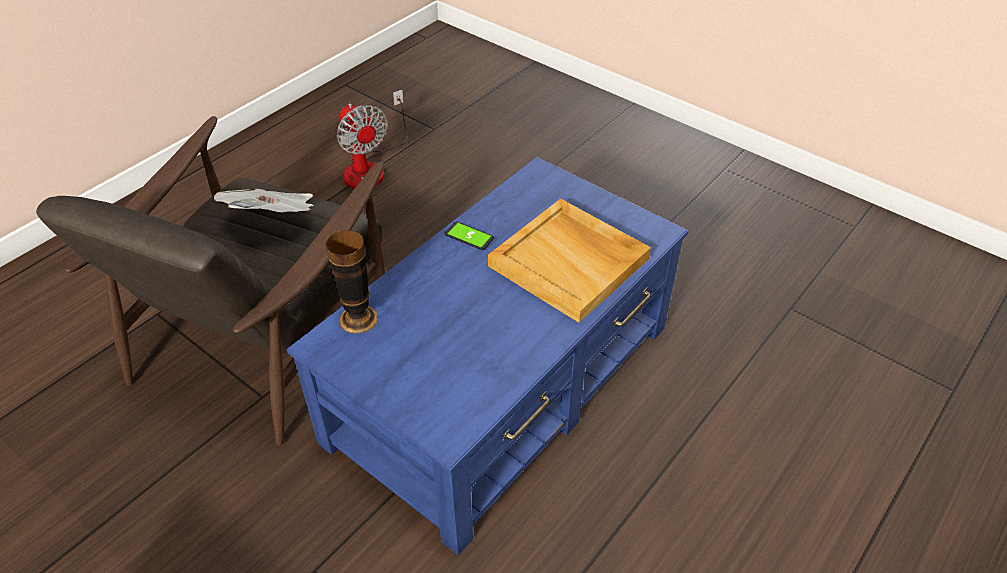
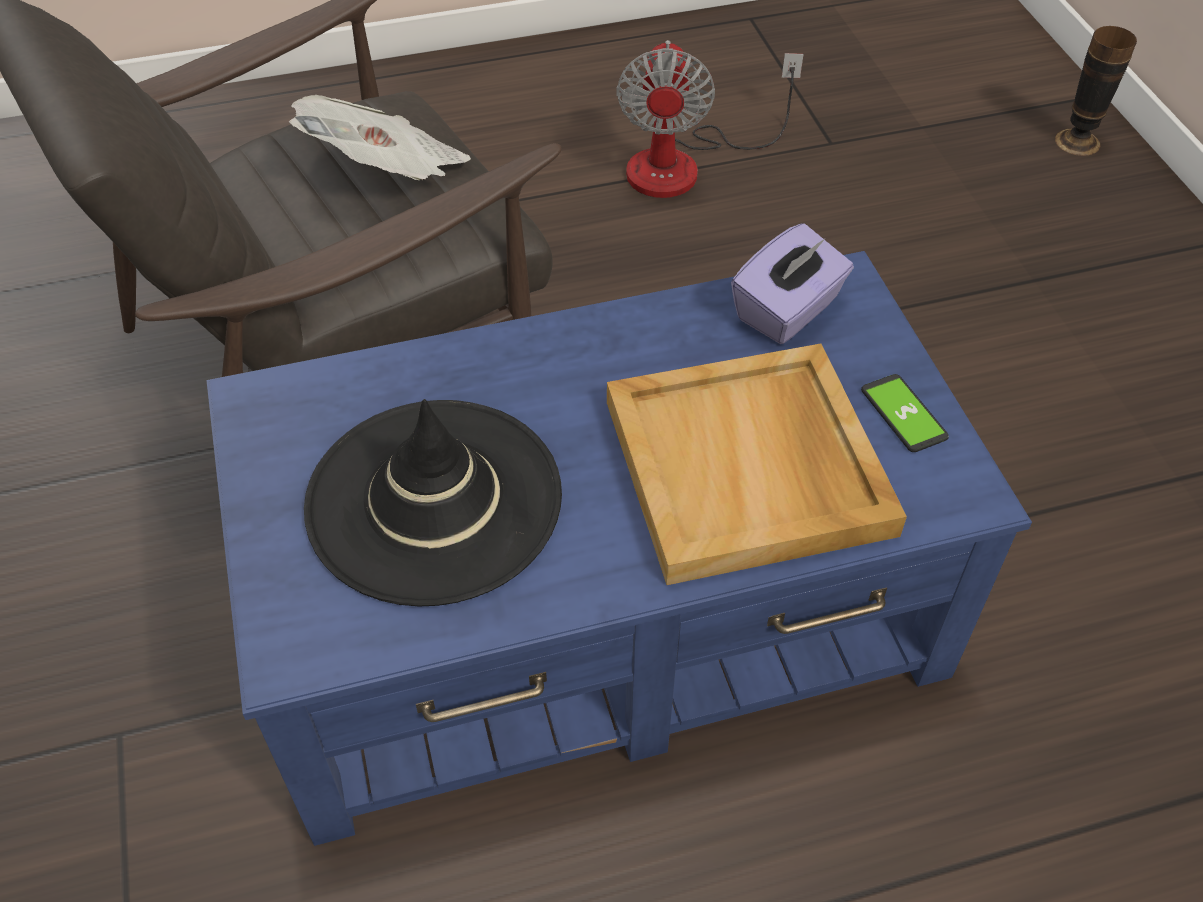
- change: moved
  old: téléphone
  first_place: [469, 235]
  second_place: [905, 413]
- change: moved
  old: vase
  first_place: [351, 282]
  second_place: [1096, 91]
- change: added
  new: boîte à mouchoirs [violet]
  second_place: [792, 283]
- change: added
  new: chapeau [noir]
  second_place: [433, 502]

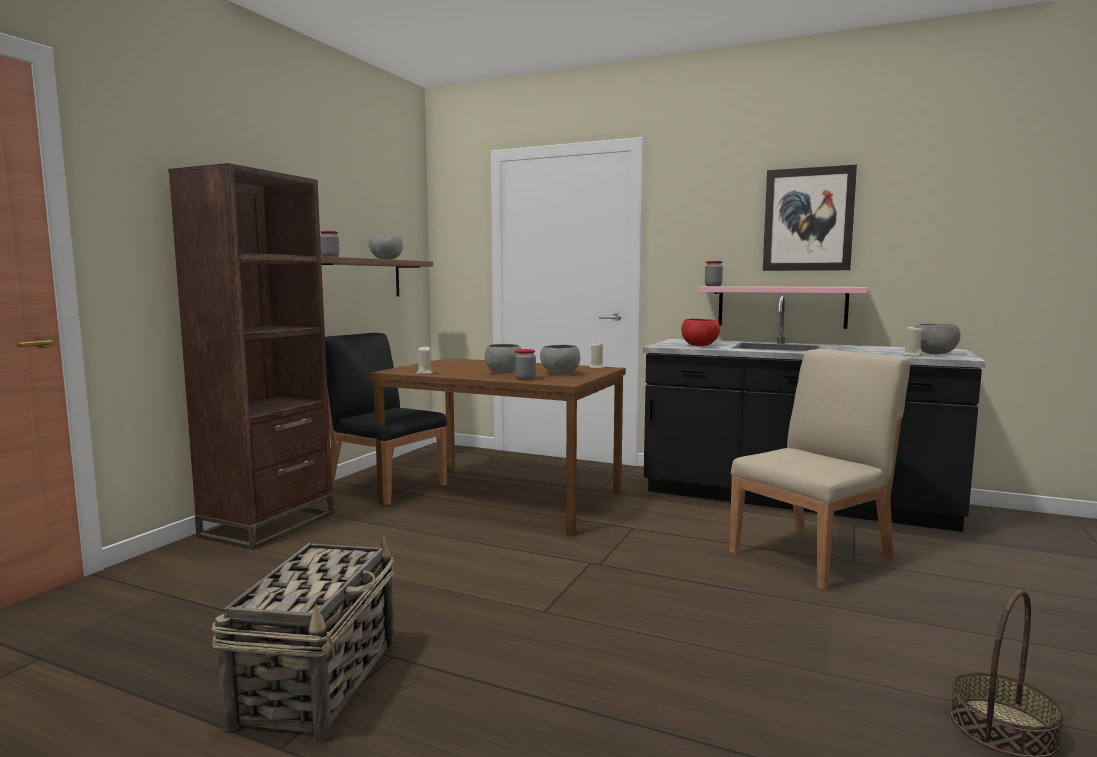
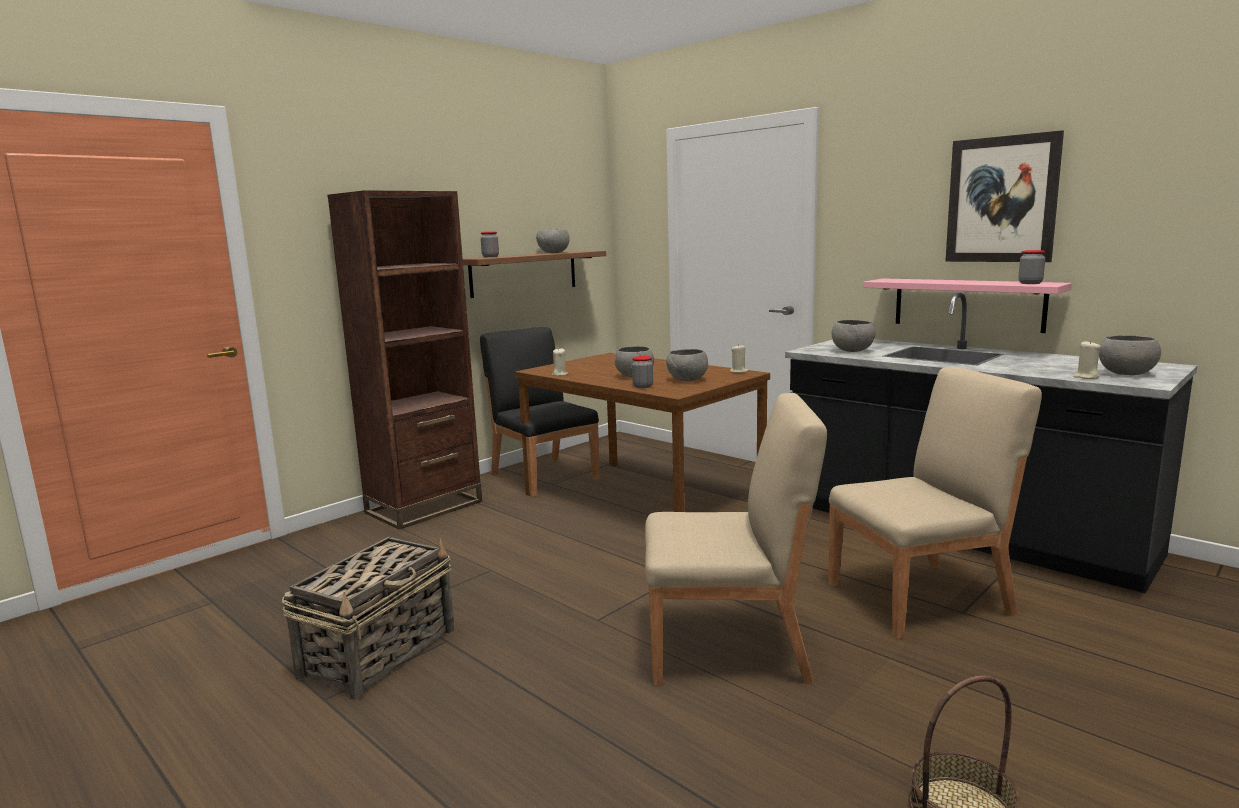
- change: moved
  old: bocal
  first_place: [714, 273]
  second_place: [1031, 267]
- change: recoloured
  old: bol [rouge]
  new: bol [gris]
  first_place: [700, 332]
  second_place: [853, 336]
- change: added
  new: chaise [beige]
  second_place: [736, 539]

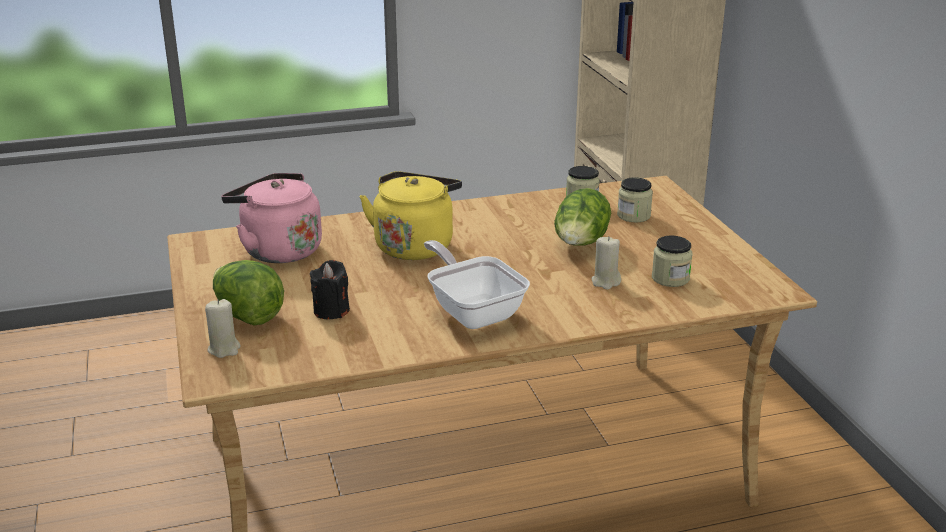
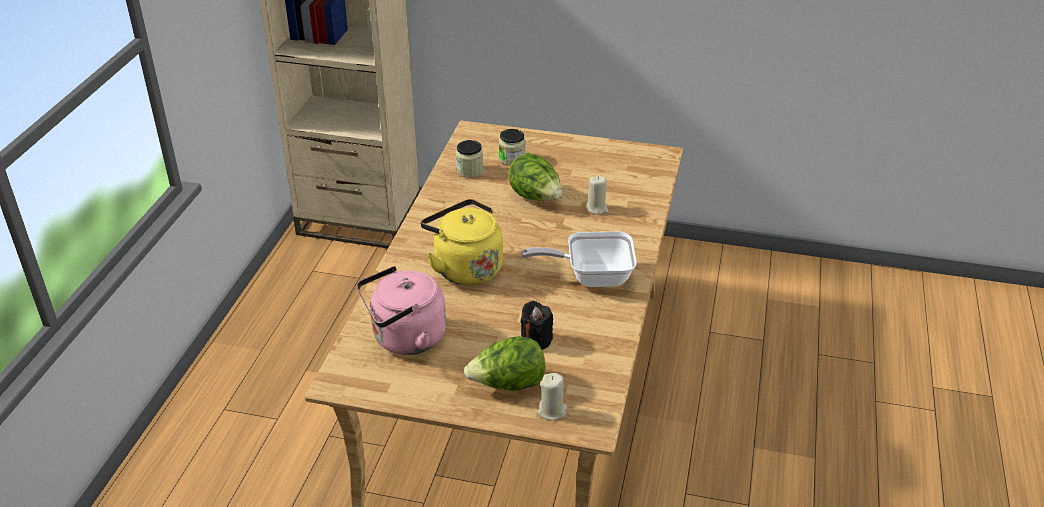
- change: removed
  old: bocal
  first_place: [672, 261]

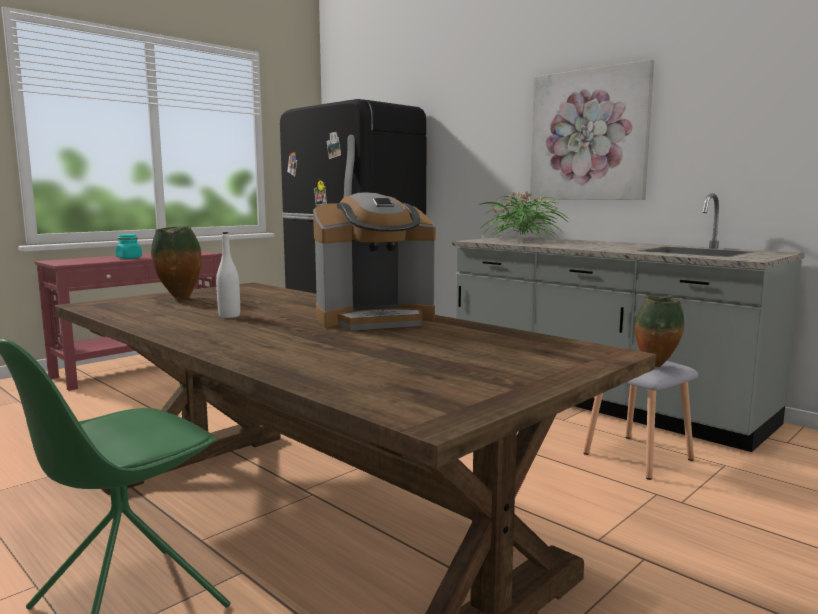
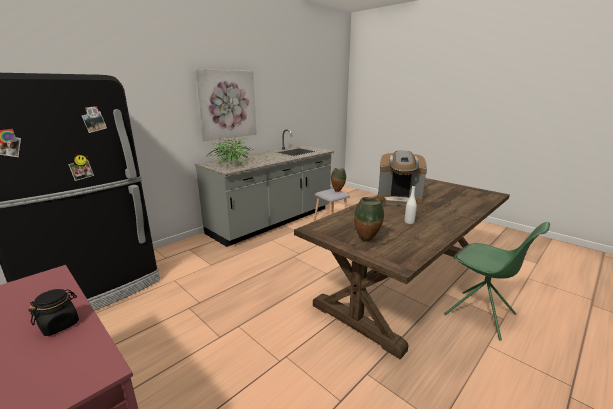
- change: turned
  old: machine à café
  first_place: [374, 262]
  second_place: [402, 178]
  degrees: 120
- change: recoloured
  old: bocal [turquoise]
  new: bocal [noir]
  first_place: [129, 246]
  second_place: [53, 312]

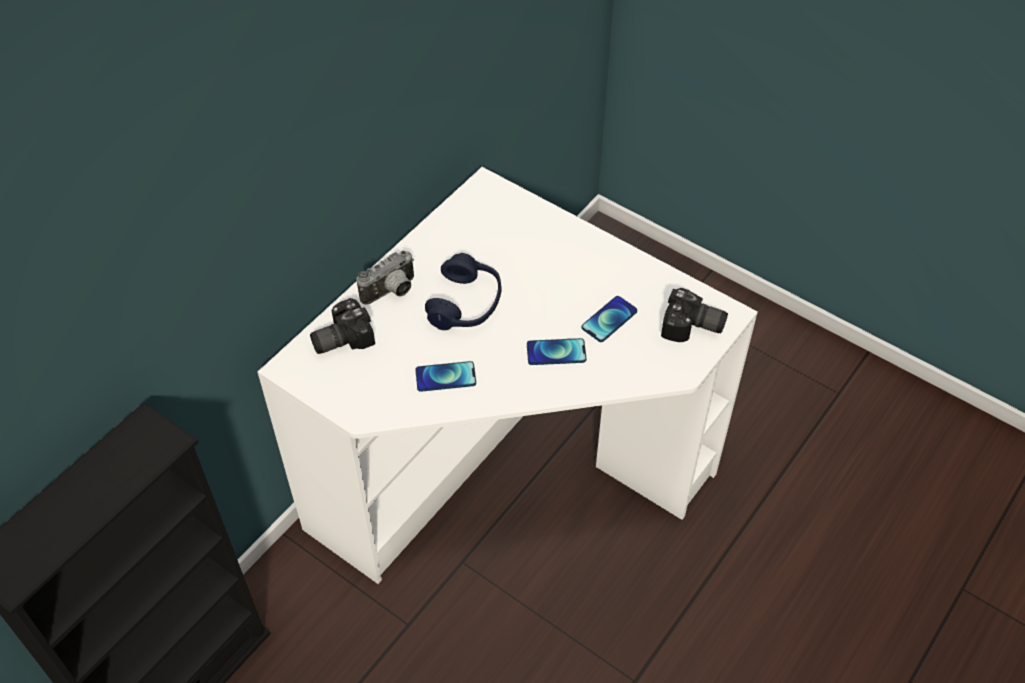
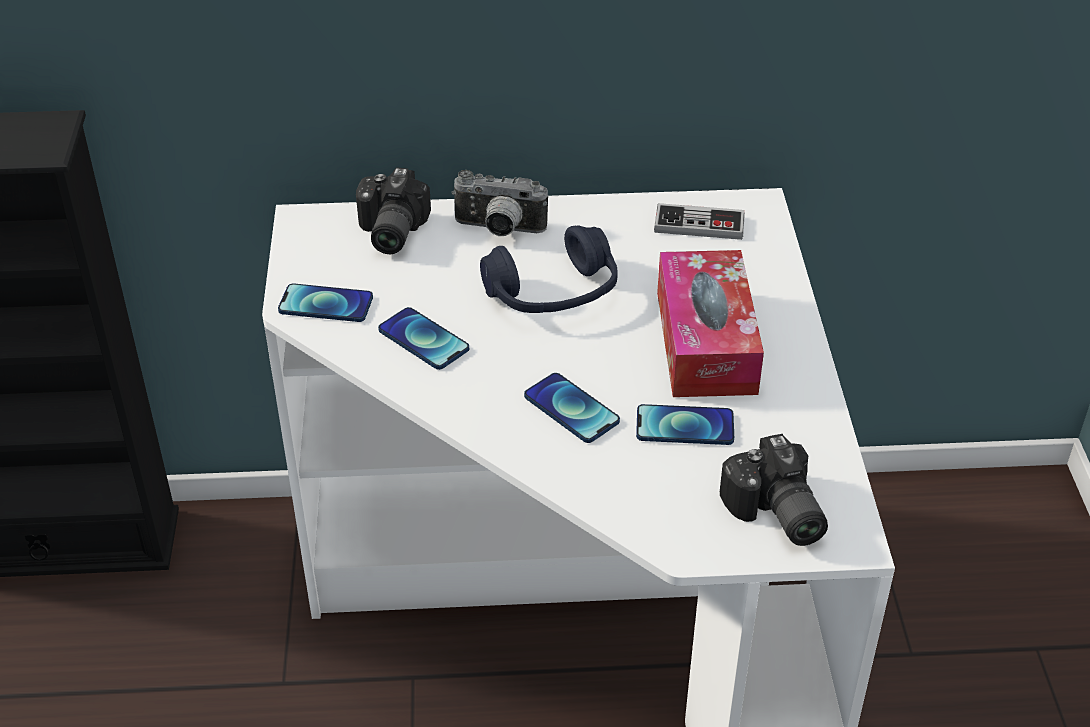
- change: turned
  old: appareil photo
  first_place: [342, 326]
  second_place: [393, 210]
  degrees: -105
- change: added
  new: manette
  second_place: [699, 221]
- change: added
  new: boîte à mouchoirs
  second_place: [710, 323]
- change: added
  new: téléphone
  second_place: [325, 302]

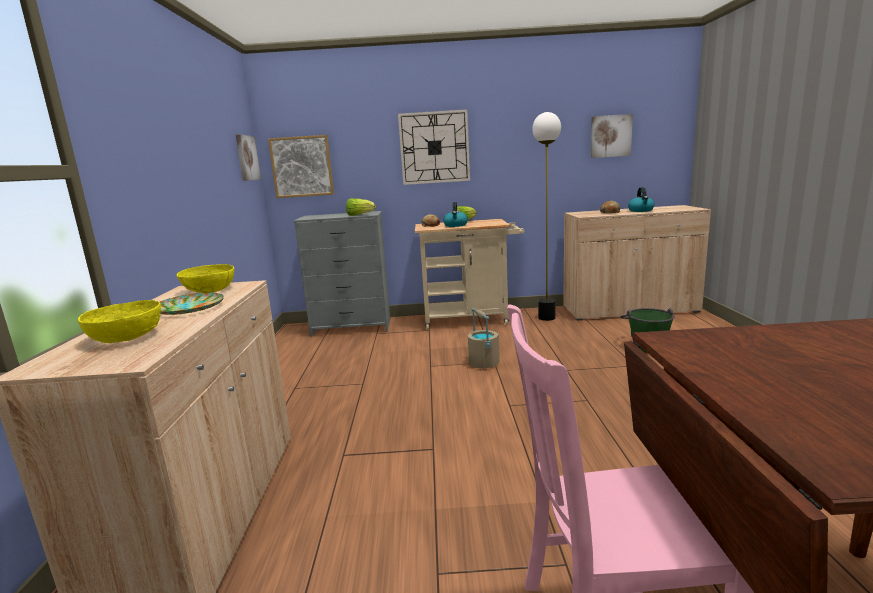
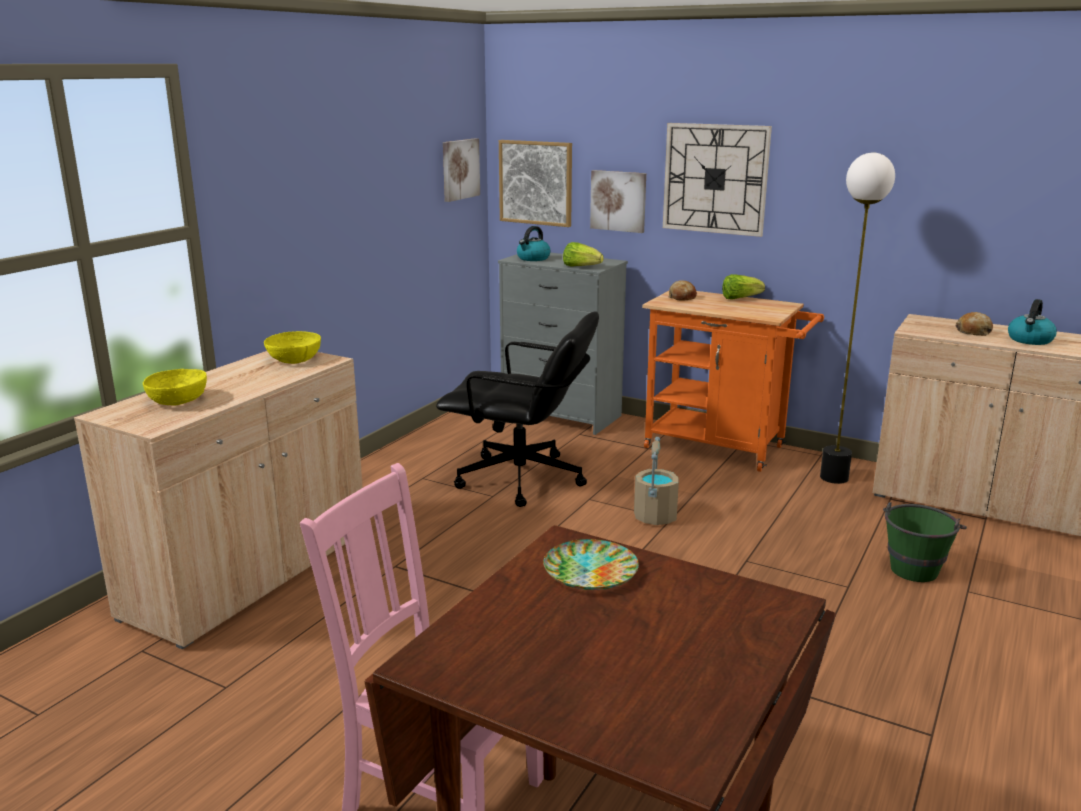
- change: moved
  old: tableau
  first_place: [612, 136]
  second_place: [618, 201]
- change: moved
  old: bouilloire
  first_place: [455, 214]
  second_place: [534, 243]
- change: recoloured
  old: chariot [beige]
  new: chariot [orange]
  first_place: [469, 274]
  second_place: [733, 381]
- change: moved
  old: assiette
  first_place: [192, 304]
  second_place: [591, 564]
- change: added
  new: chaise de bureau [noir]
  second_place: [517, 409]

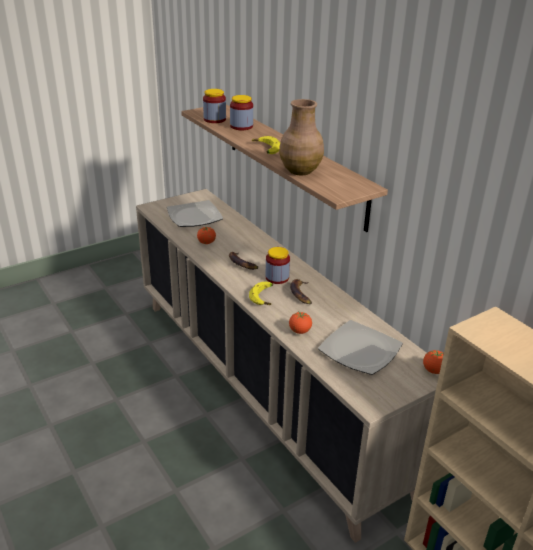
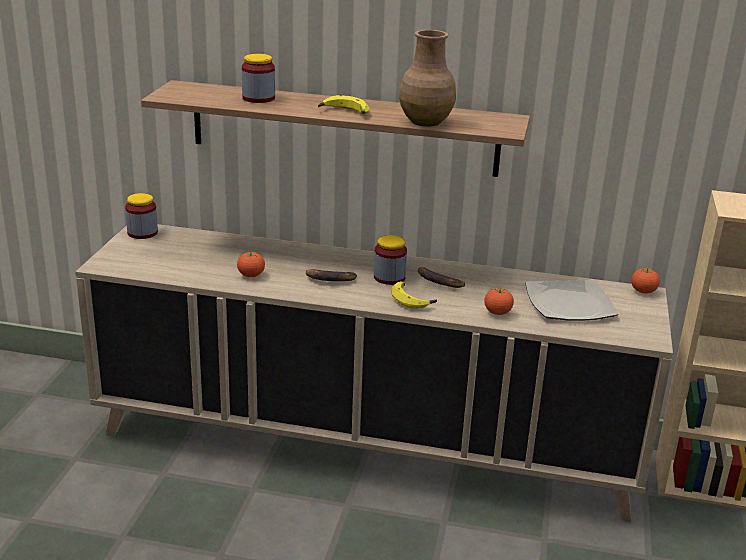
- change: moved
  old: bocal
  first_place: [214, 106]
  second_place: [141, 216]
- change: removed
  old: assiette
  first_place: [195, 213]

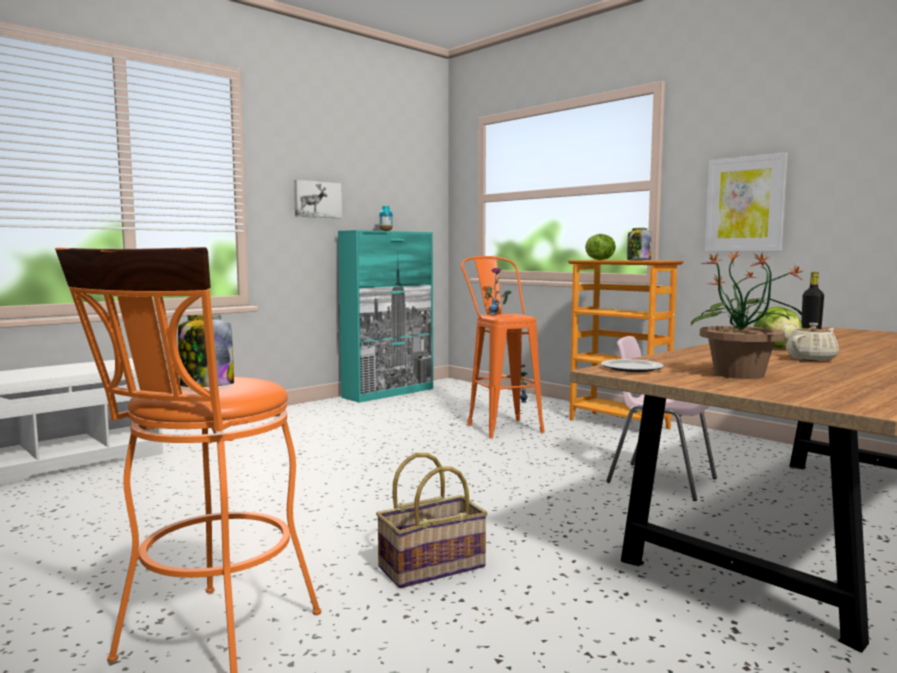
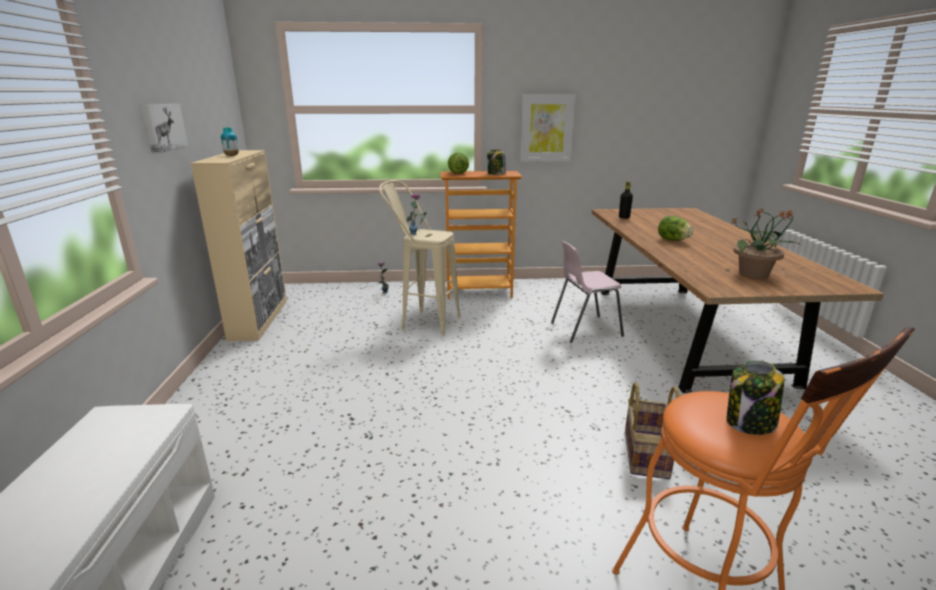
- change: recoloured
  old: meuble de rangement [turquoise]
  new: meuble de rangement [beige]
  first_place: [385, 316]
  second_place: [238, 245]
- change: recoloured
  old: tabouret [orange]
  new: tabouret [beige]
  first_place: [503, 347]
  second_place: [420, 258]
- change: removed
  old: théière [beige]
  first_place: [812, 342]
- change: removed
  old: assiette
  first_place: [632, 365]

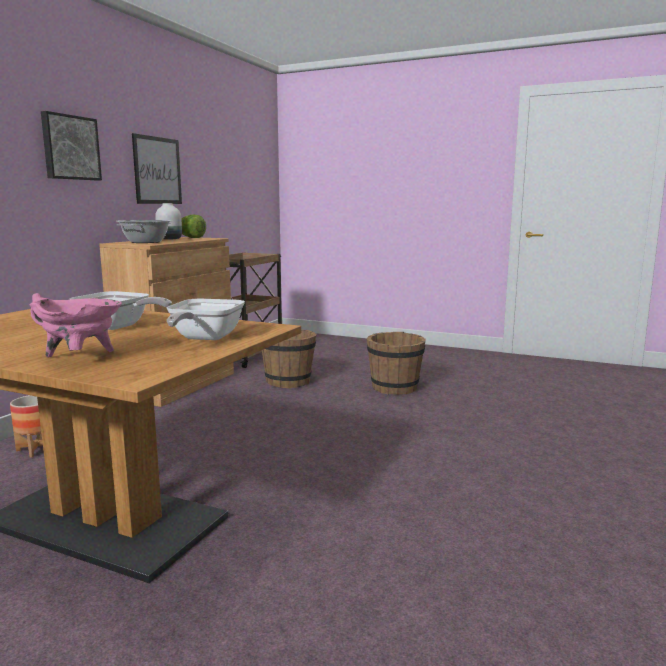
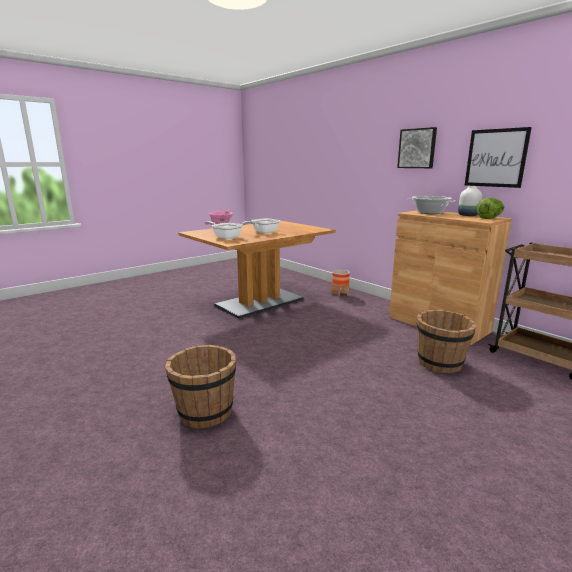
- change: moved
  old: seau [marron]
  first_place: [396, 363]
  second_place: [200, 387]

